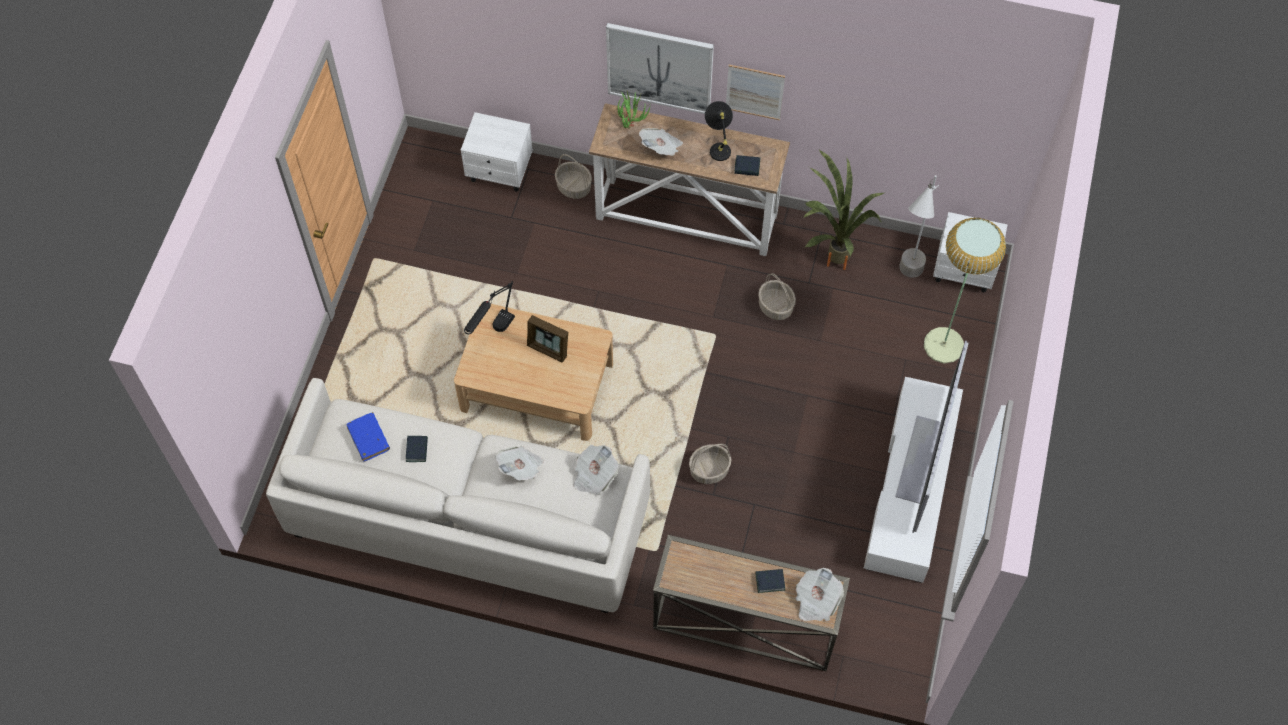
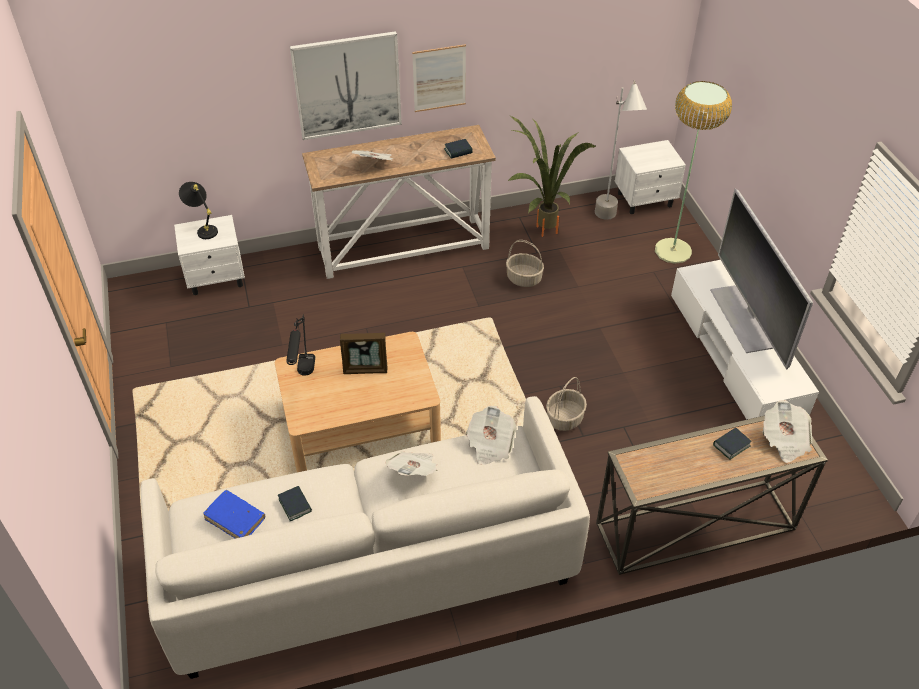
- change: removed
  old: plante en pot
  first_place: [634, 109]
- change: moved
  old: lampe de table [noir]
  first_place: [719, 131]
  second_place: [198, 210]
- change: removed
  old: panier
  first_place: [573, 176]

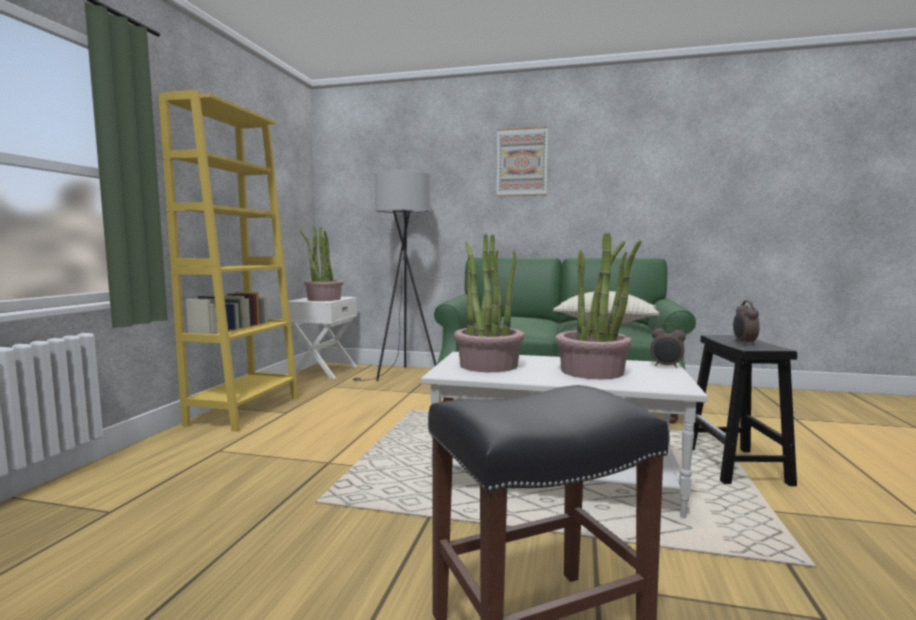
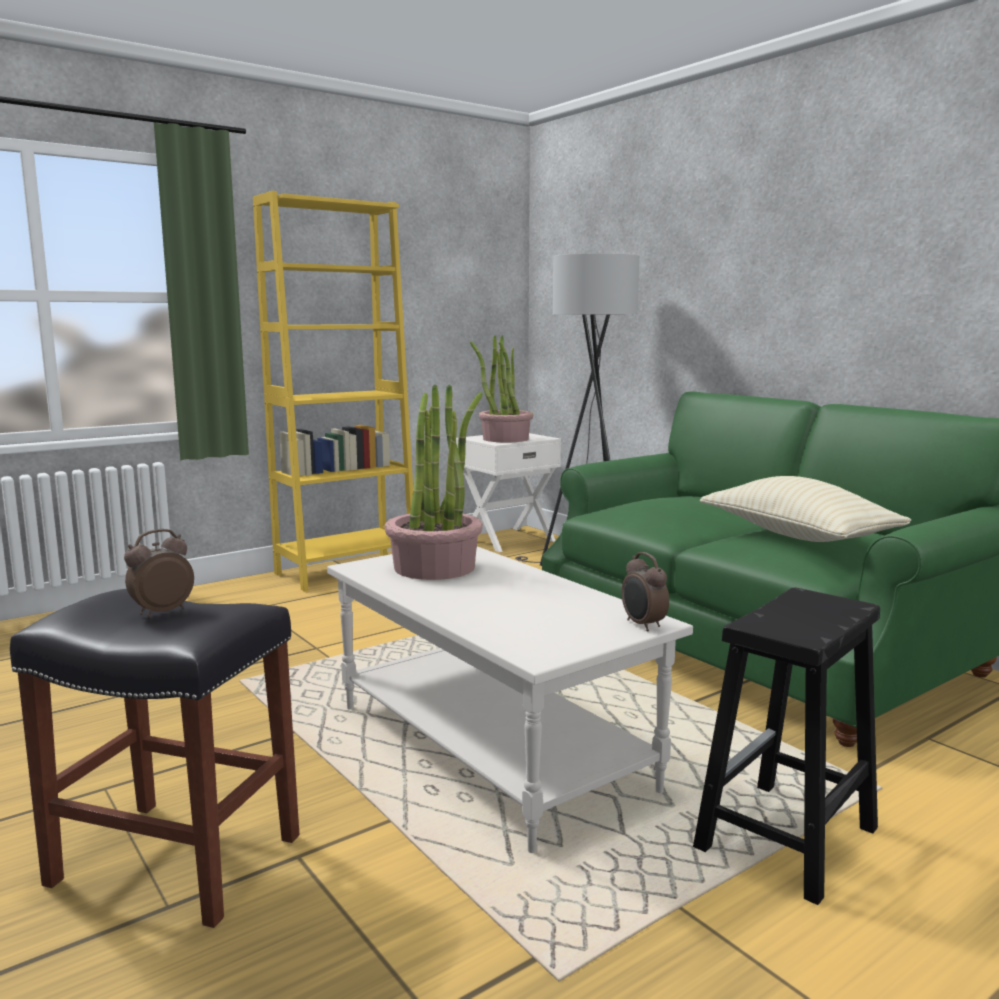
- change: removed
  old: tableau
  first_place: [522, 161]
- change: removed
  old: plante en pot
  first_place: [598, 305]
- change: moved
  old: réveil
  first_place: [746, 322]
  second_place: [159, 573]

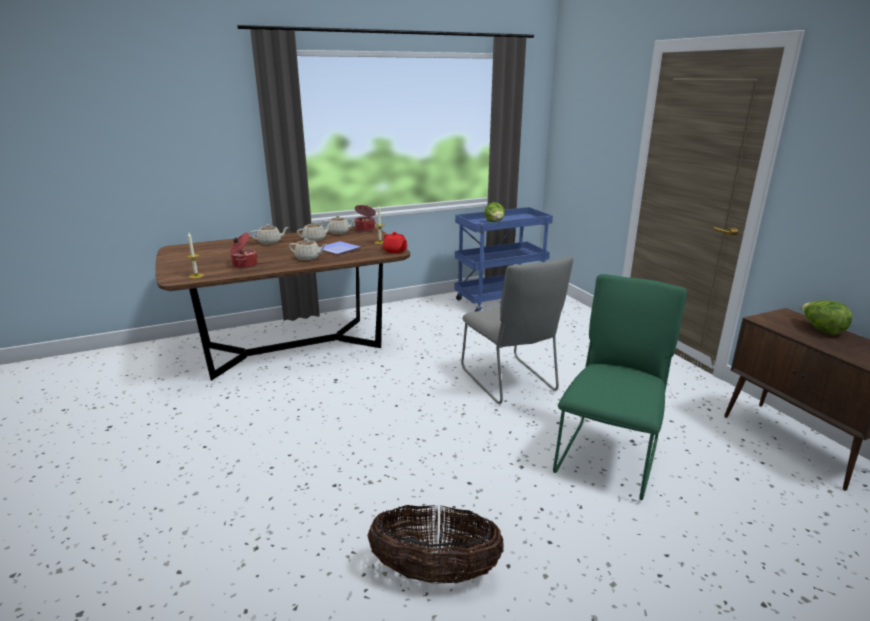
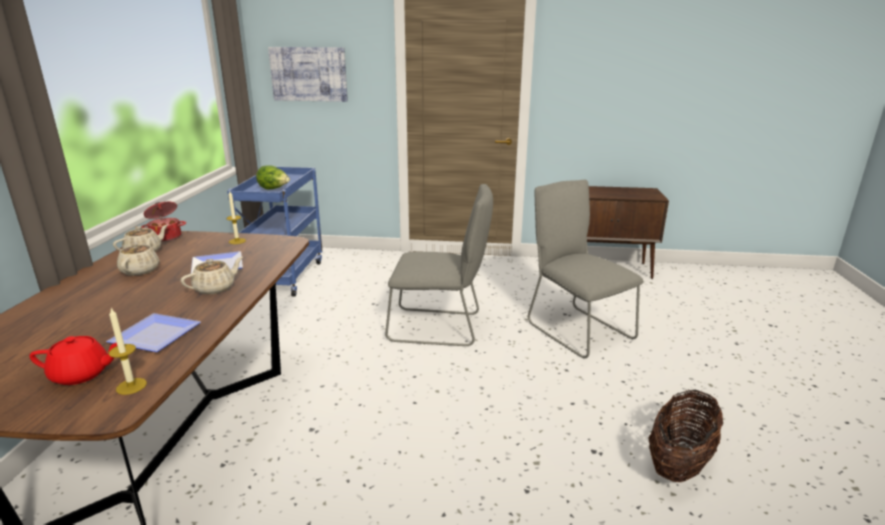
- change: removed
  old: théière [beige]
  first_place: [269, 234]
- change: moved
  old: théière [rouge]
  first_place: [394, 242]
  second_place: [73, 360]
- change: replaced
  old: marmite
  new: assiette
  first_place: [243, 251]
  second_place: [153, 332]
- change: recoloured
  old: chaise [vert]
  new: chaise [gris]
  first_place: [620, 387]
  second_place: [585, 269]
- change: removed
  old: laitue
  first_place: [827, 317]
- change: added
  new: tableau
  second_place: [308, 74]

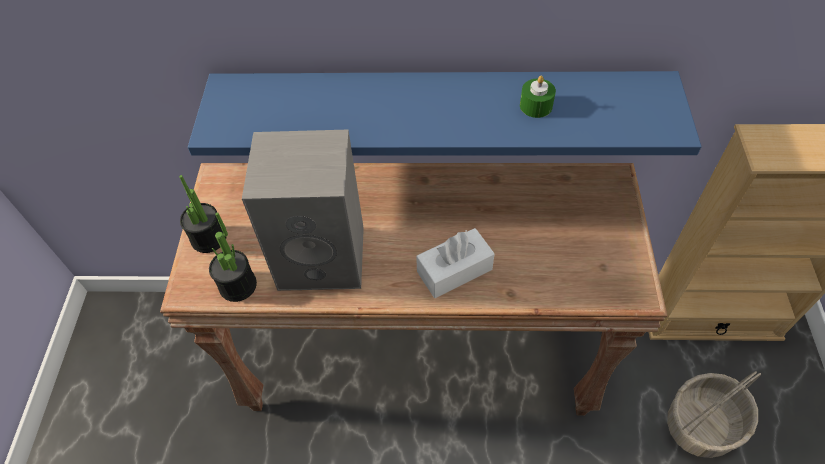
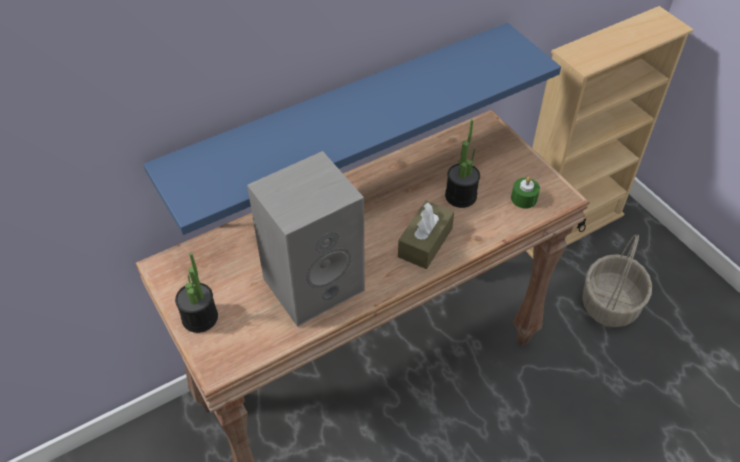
- change: moved
  old: bougie [vert]
  first_place: [538, 97]
  second_place: [525, 193]
- change: moved
  old: plante en pot
  first_place: [233, 257]
  second_place: [462, 163]
- change: recoloured
  old: boîte à mouchoirs [blanc]
  new: boîte à mouchoirs [marron]
  first_place: [455, 263]
  second_place: [426, 235]

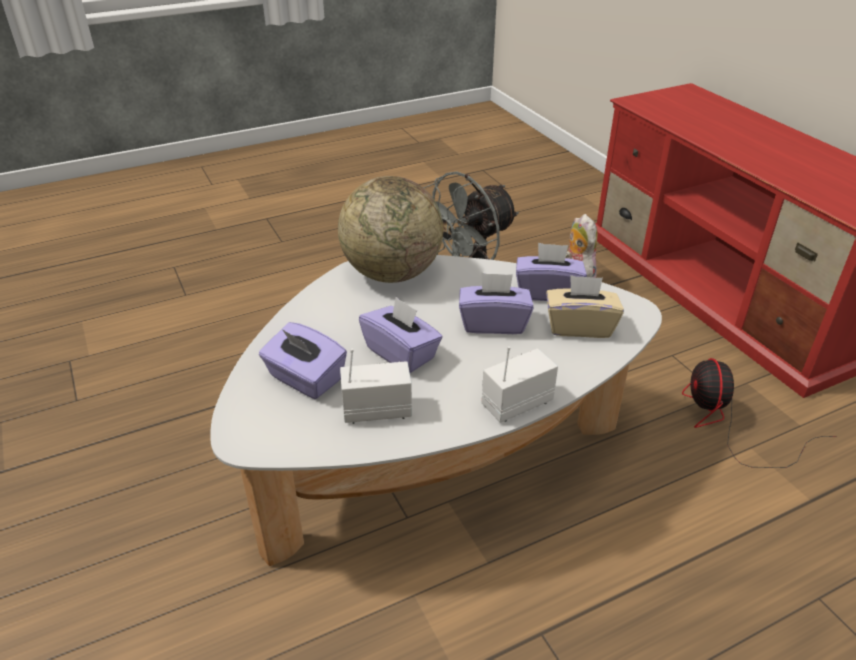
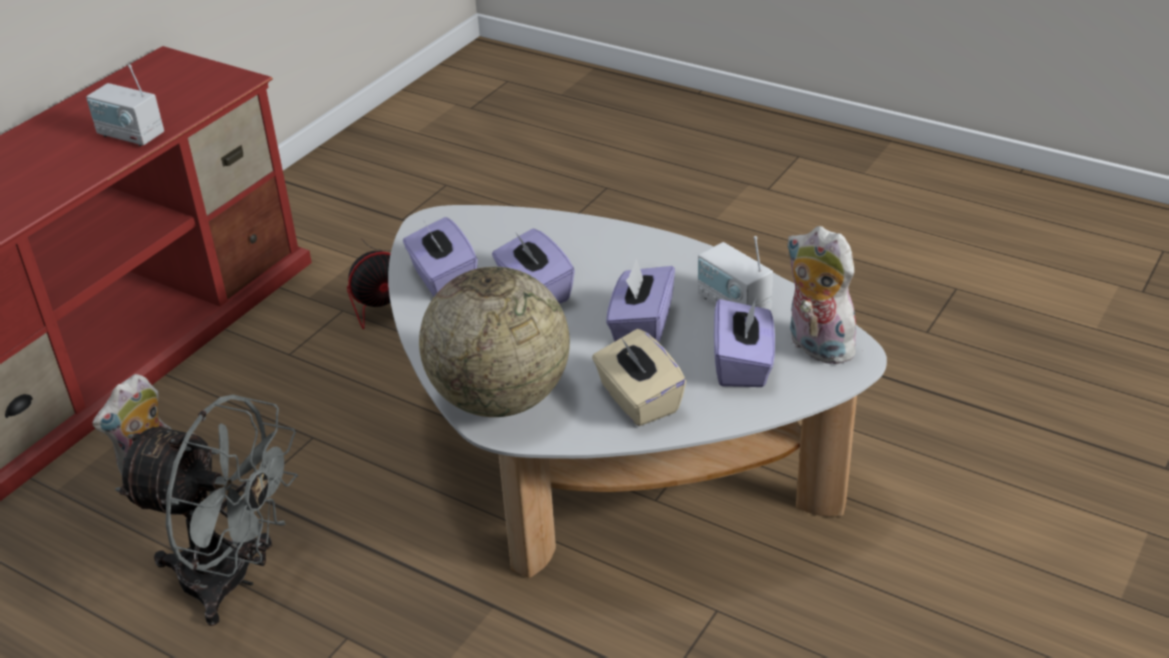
- change: moved
  old: boîte à mouchoirs [beige]
  first_place: [585, 306]
  second_place: [639, 377]
- change: moved
  old: radio
  first_place: [520, 384]
  second_place: [125, 105]
- change: added
  new: peluche
  second_place: [823, 295]

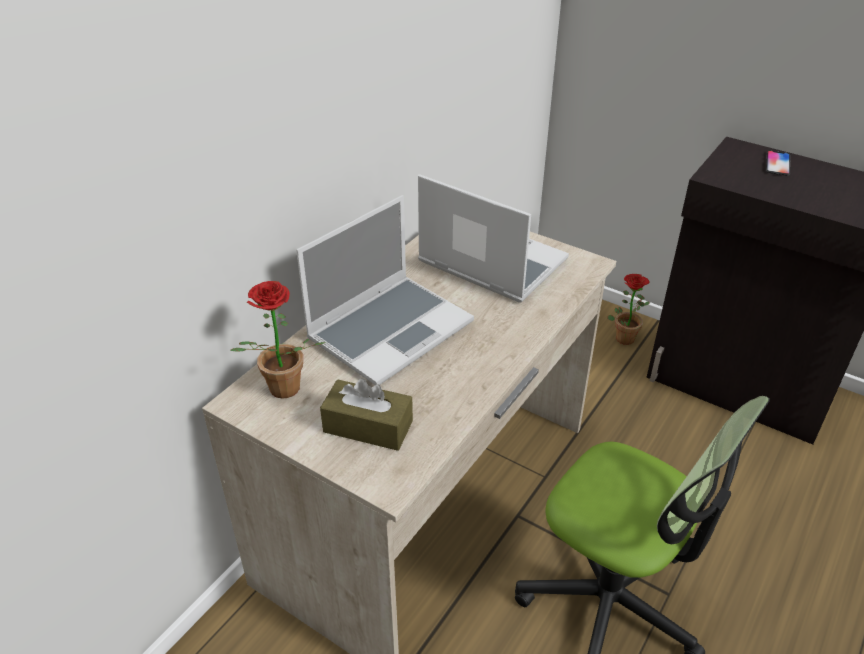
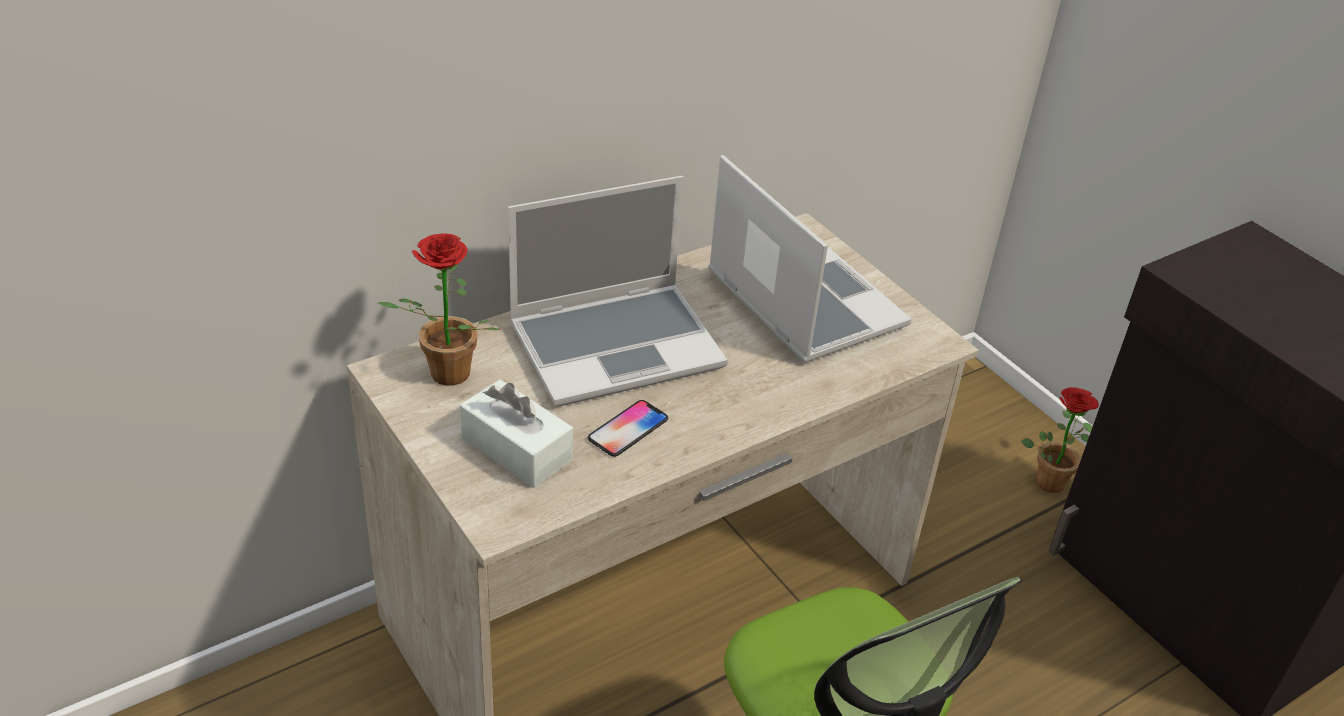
- change: moved
  old: téléphone
  first_place: [778, 163]
  second_place: [628, 428]
- change: recoloured
  old: boîte à mouchoirs [marron]
  new: boîte à mouchoirs [blanc]
  first_place: [366, 414]
  second_place: [516, 434]

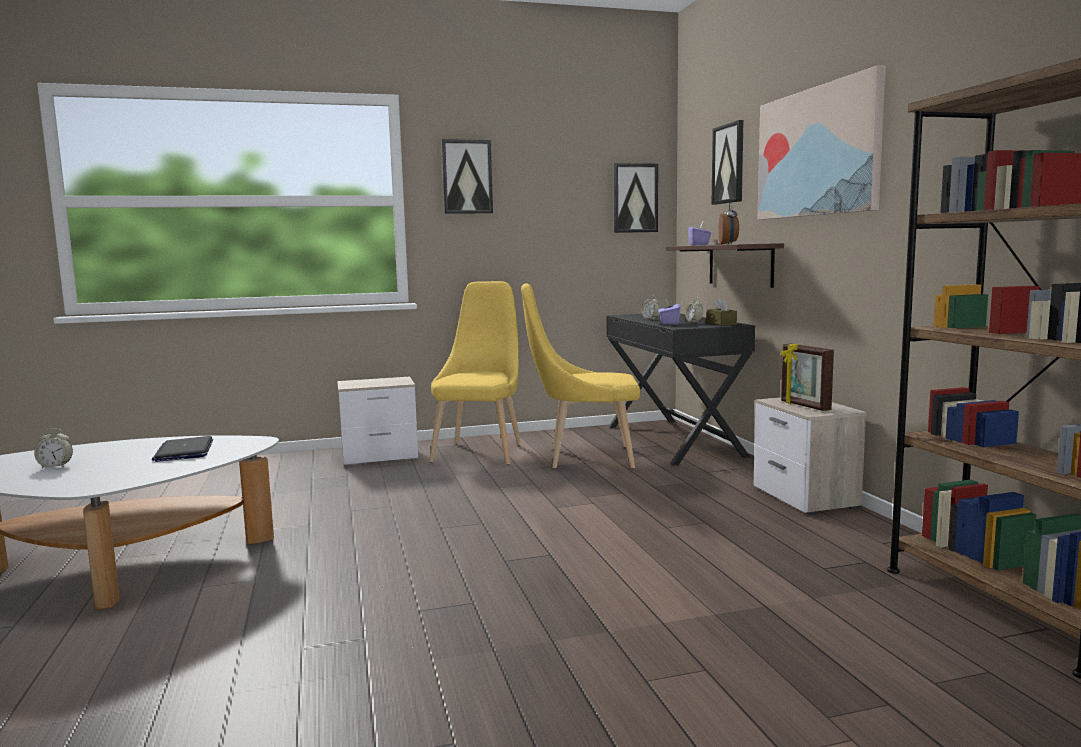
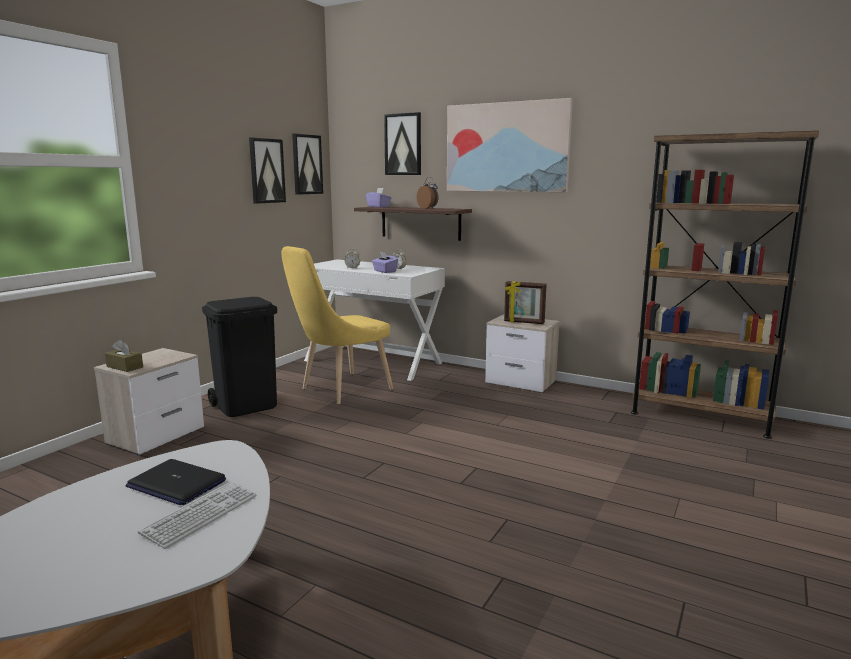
- change: moved
  old: tableau
  first_place: [467, 176]
  second_place: [267, 170]
- change: replaced
  old: chaise [jaune]
  new: poubelle [noir]
  first_place: [475, 373]
  second_place: [239, 357]
- change: moved
  old: boîte à mouchoirs [marron]
  first_place: [722, 311]
  second_place: [124, 356]
- change: recoloured
  old: bureau [noir]
  new: bureau [blanc]
  first_place: [680, 389]
  second_place: [374, 320]
- change: removed
  old: réveil
  first_place: [53, 448]
- change: added
  new: clavier
  second_place: [197, 515]

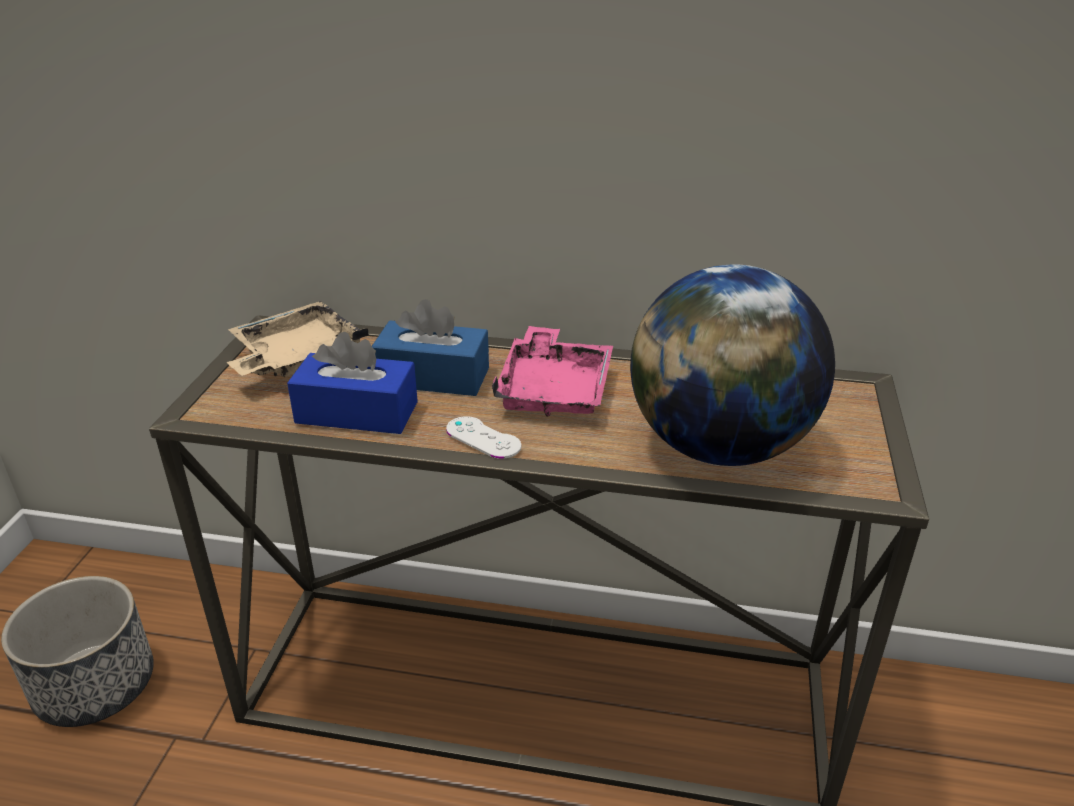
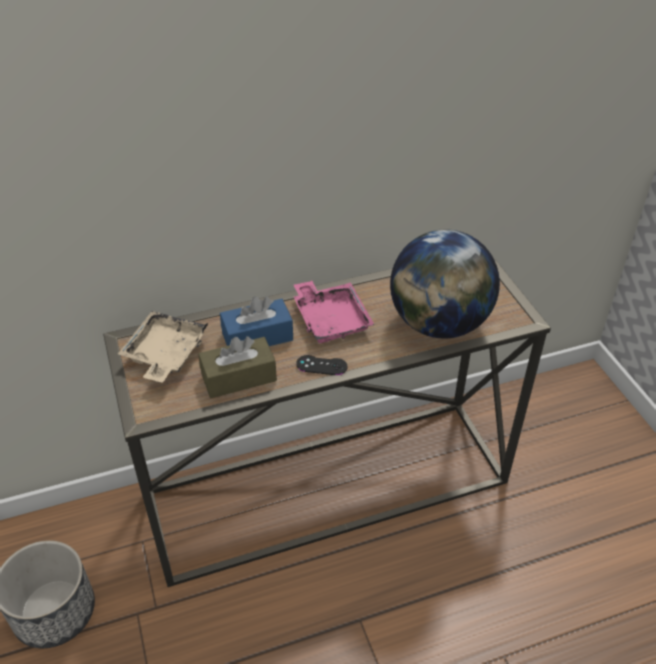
- change: recoloured
  old: boîte à mouchoirs [bleu]
  new: boîte à mouchoirs [marron]
  first_place: [352, 383]
  second_place: [237, 367]
- change: recoloured
  old: manette [blanc]
  new: manette [noir]
  first_place: [483, 437]
  second_place: [321, 365]

